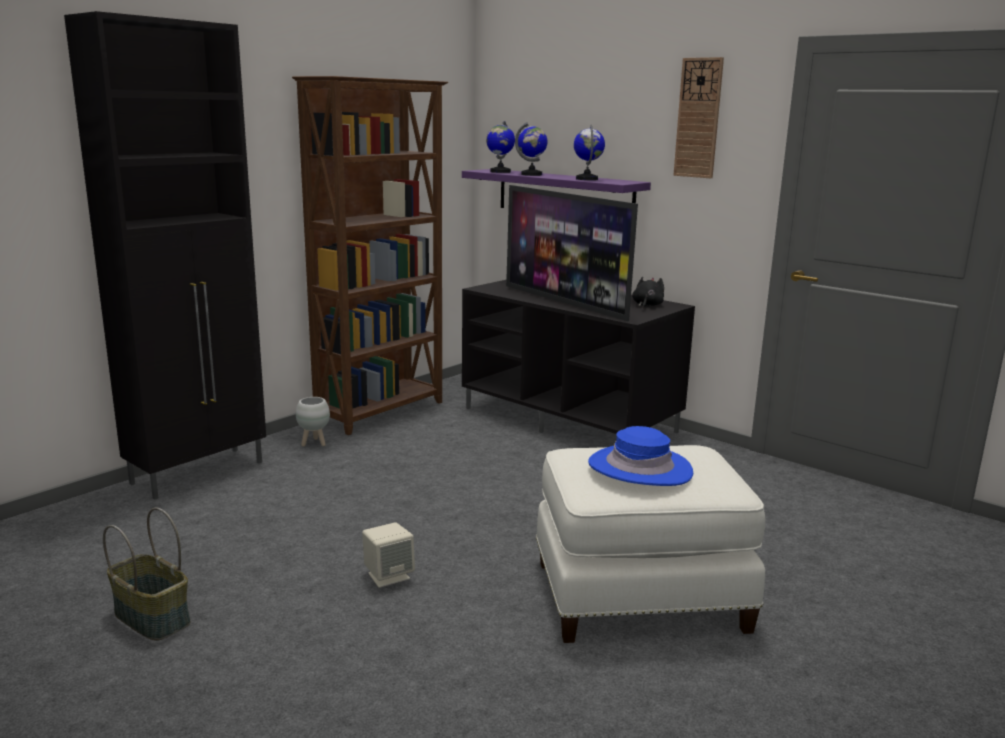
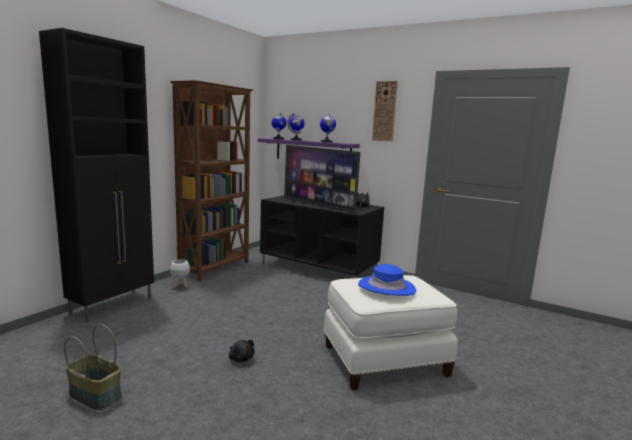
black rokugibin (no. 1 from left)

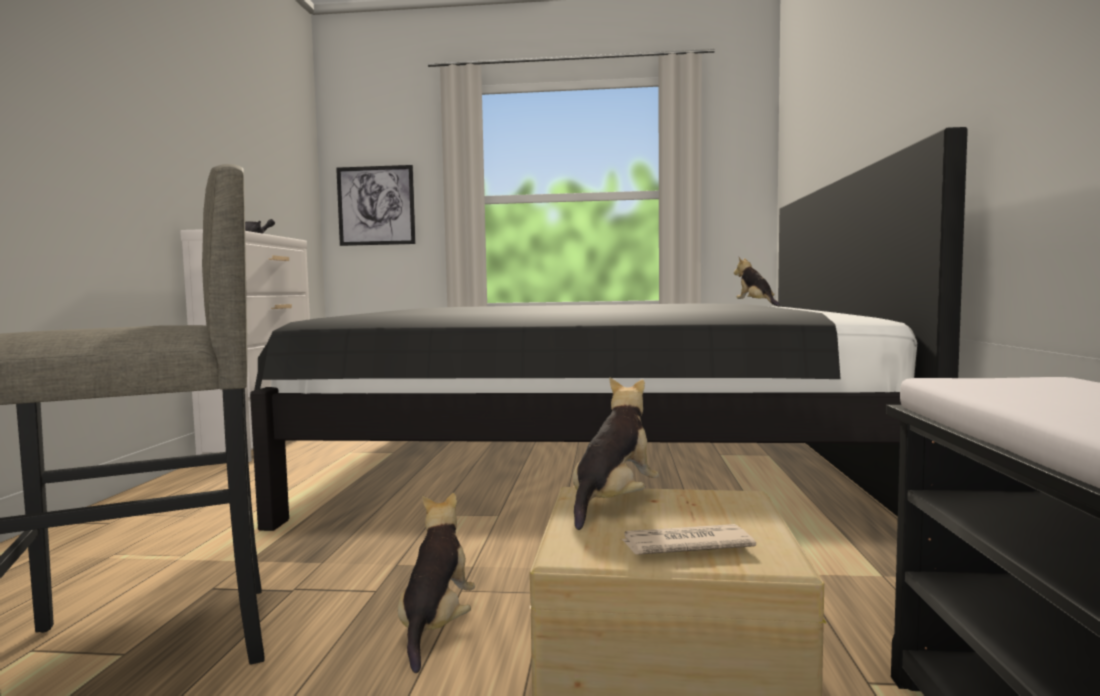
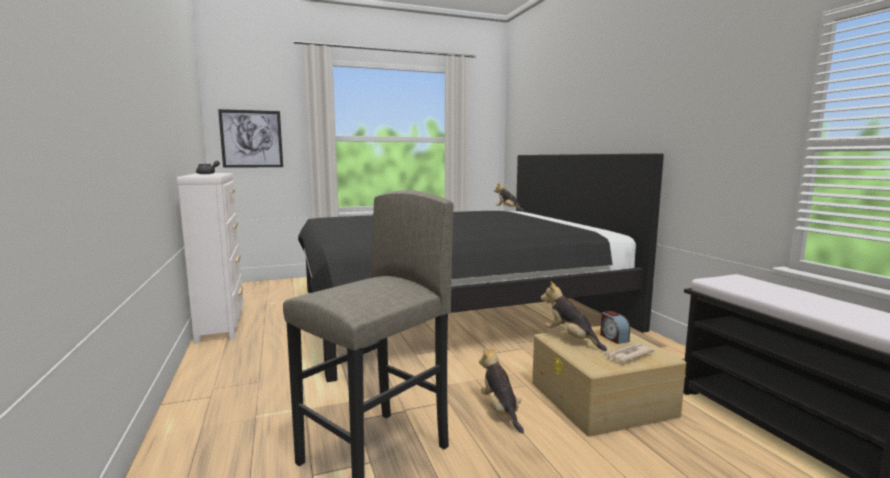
rokugibin (no. 3 from left); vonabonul

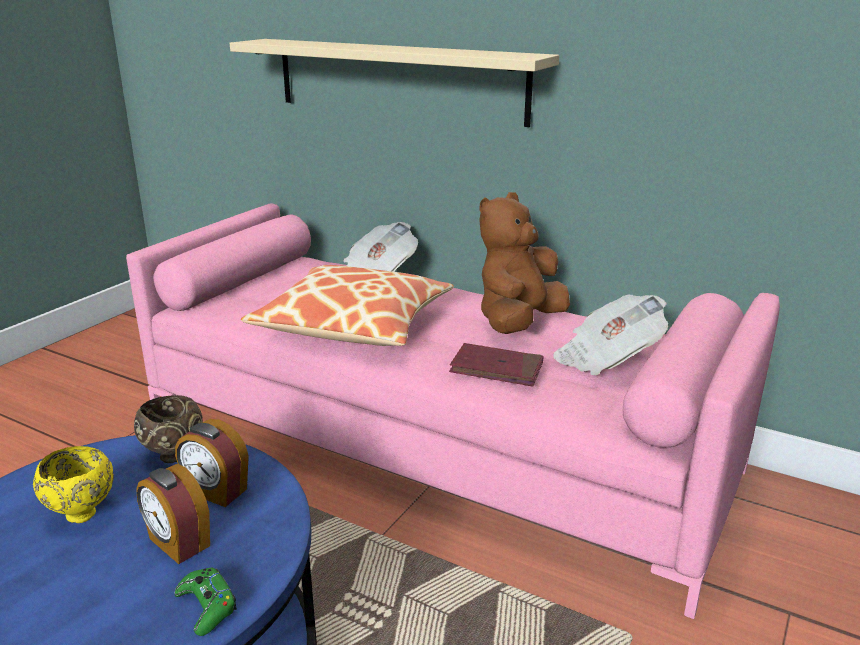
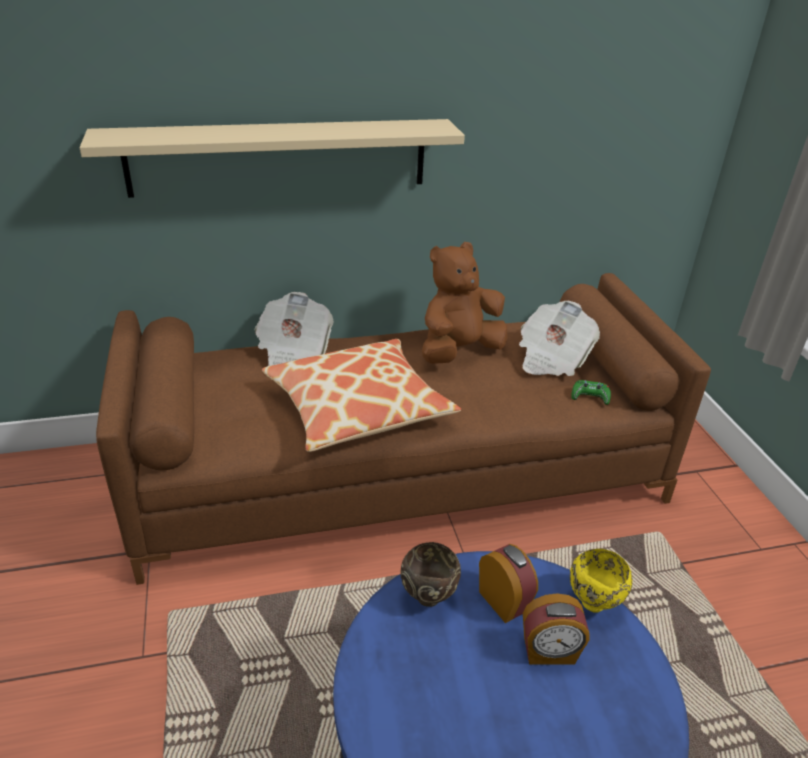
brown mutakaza; brown rokugibin; vonabonul (no. 1 from left); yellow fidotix; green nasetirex; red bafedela

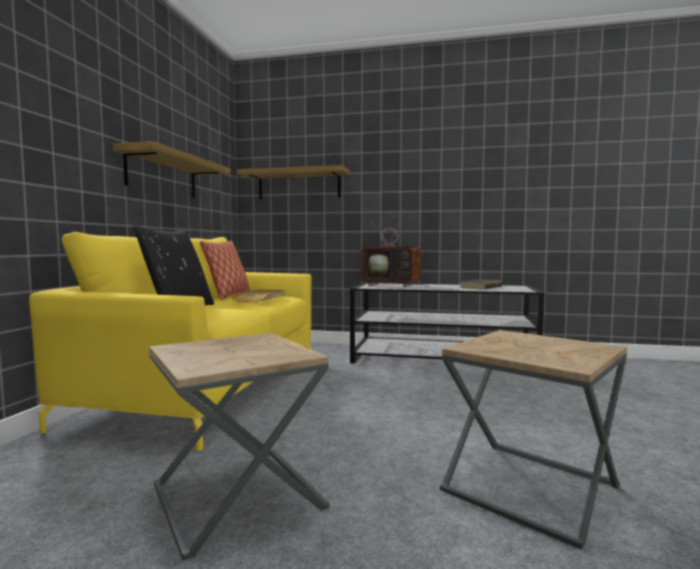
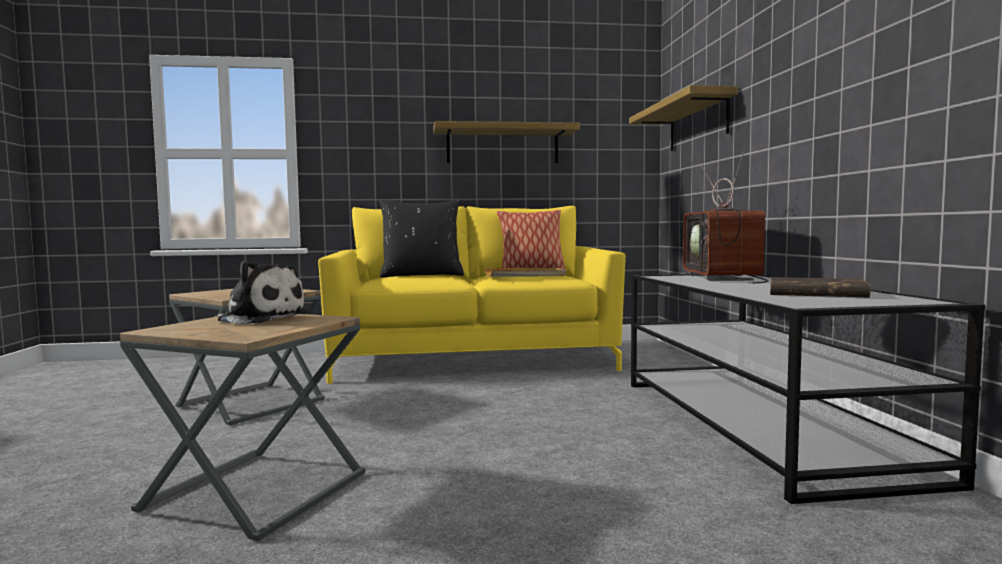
rokugibin

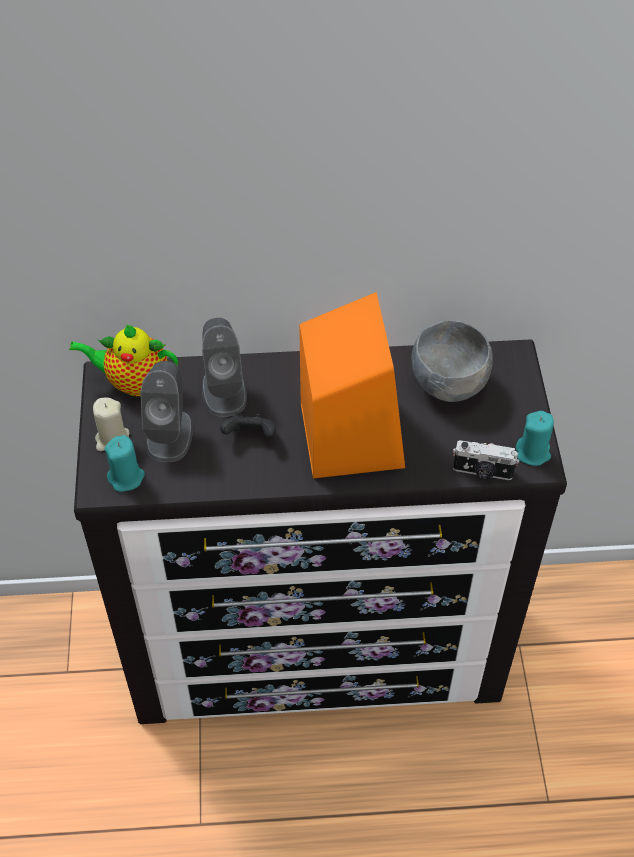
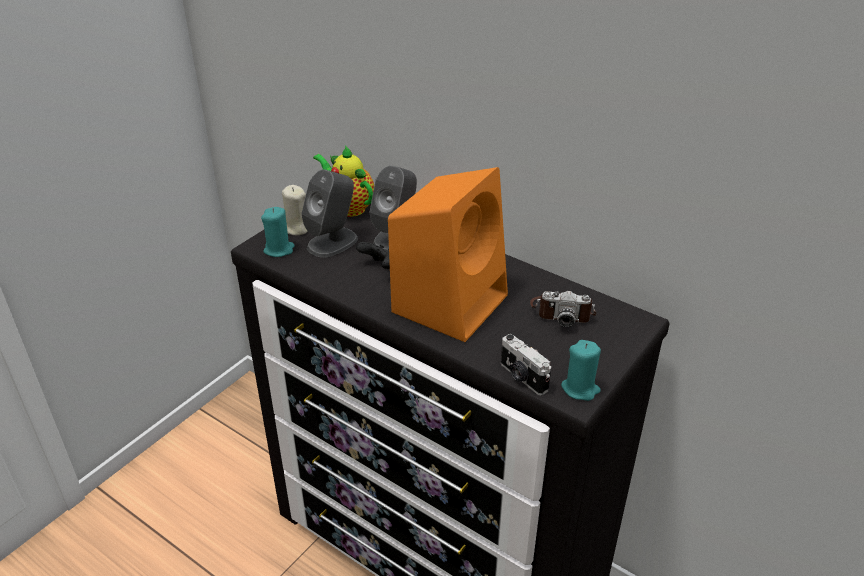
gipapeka (no. 2 from left)

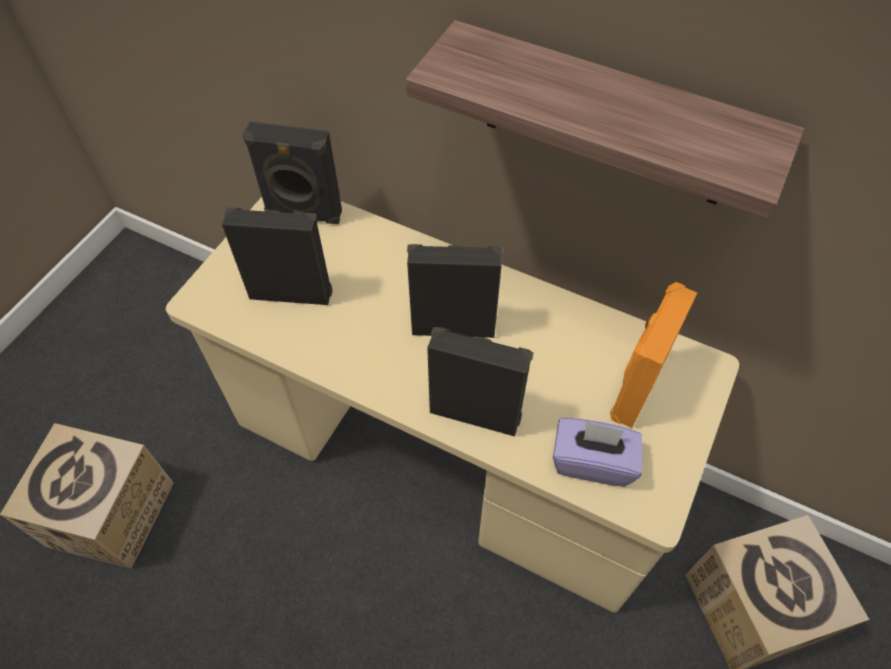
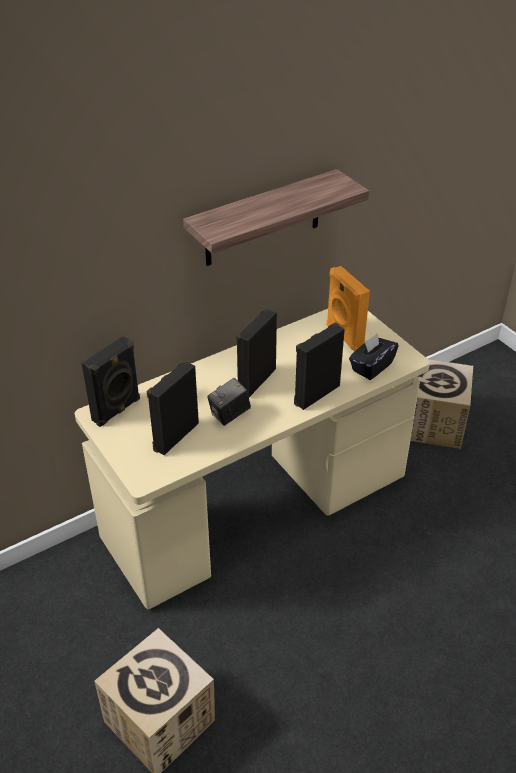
gipapeka; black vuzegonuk

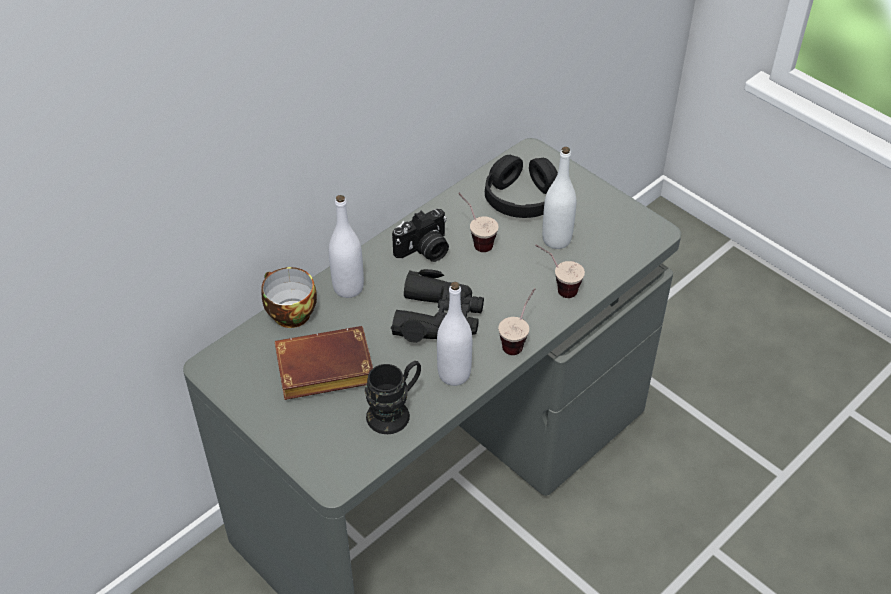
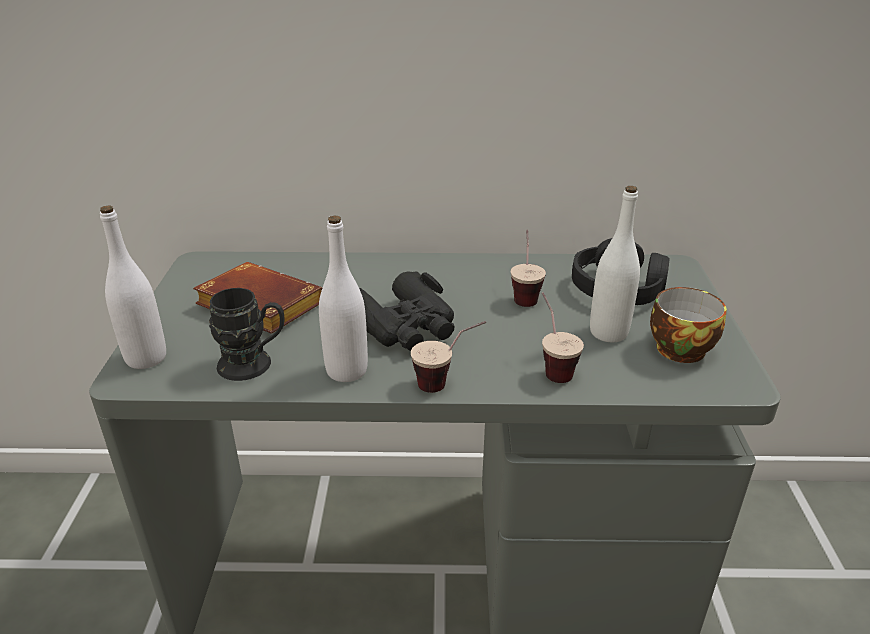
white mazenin (no. 1 from left); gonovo (no. 4 from left); gipapeka

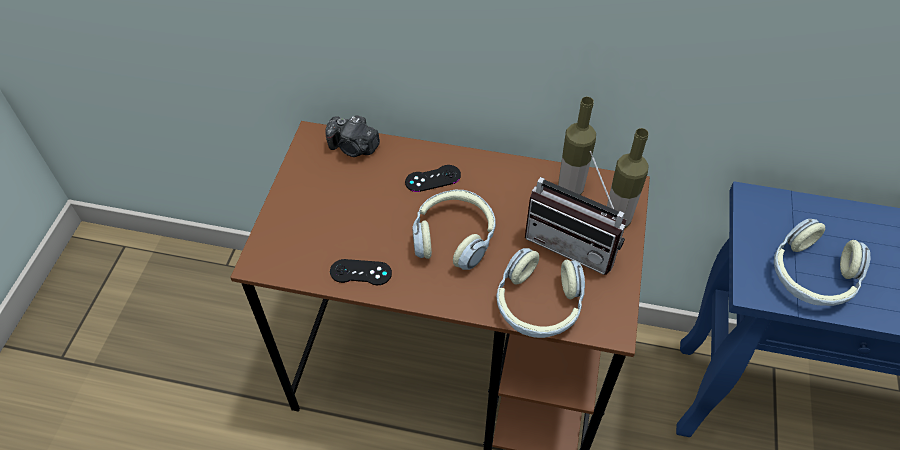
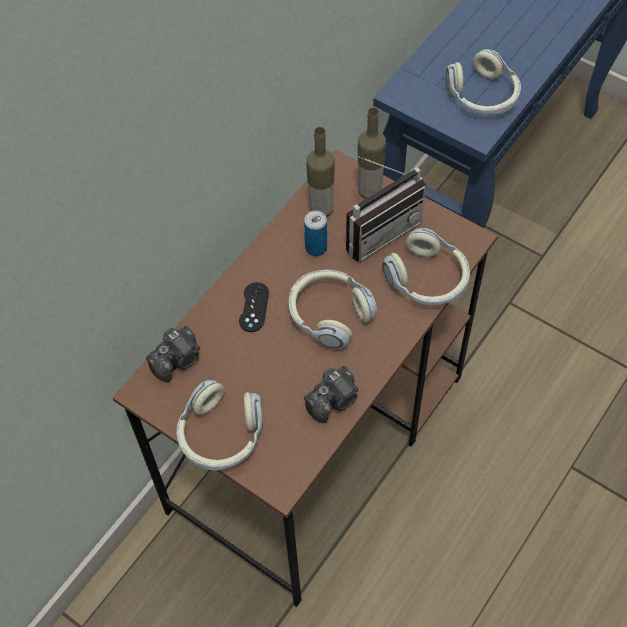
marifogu (no. 1 from left); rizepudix; gipapeka (no. 2 from left)

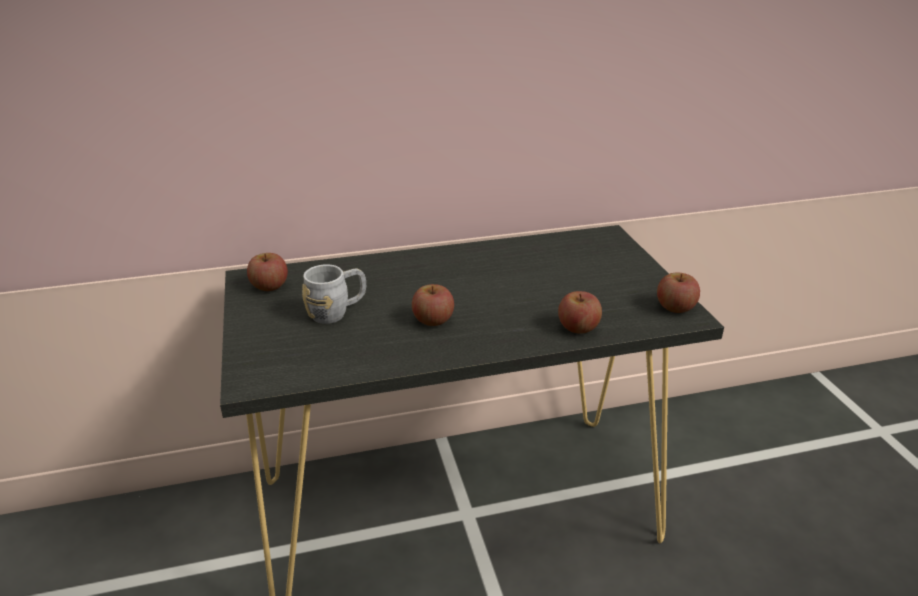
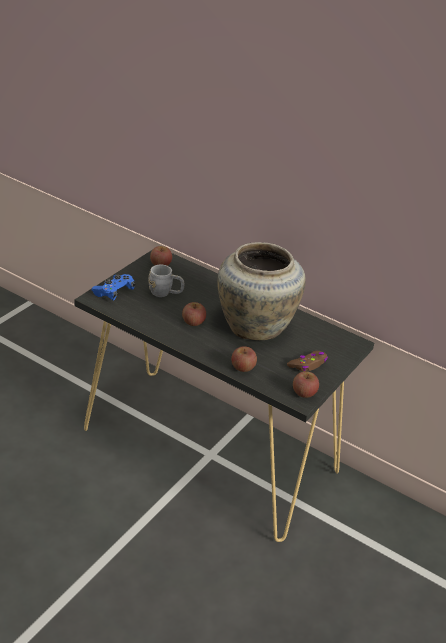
blue nasetirex; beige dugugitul; brown nasetirex

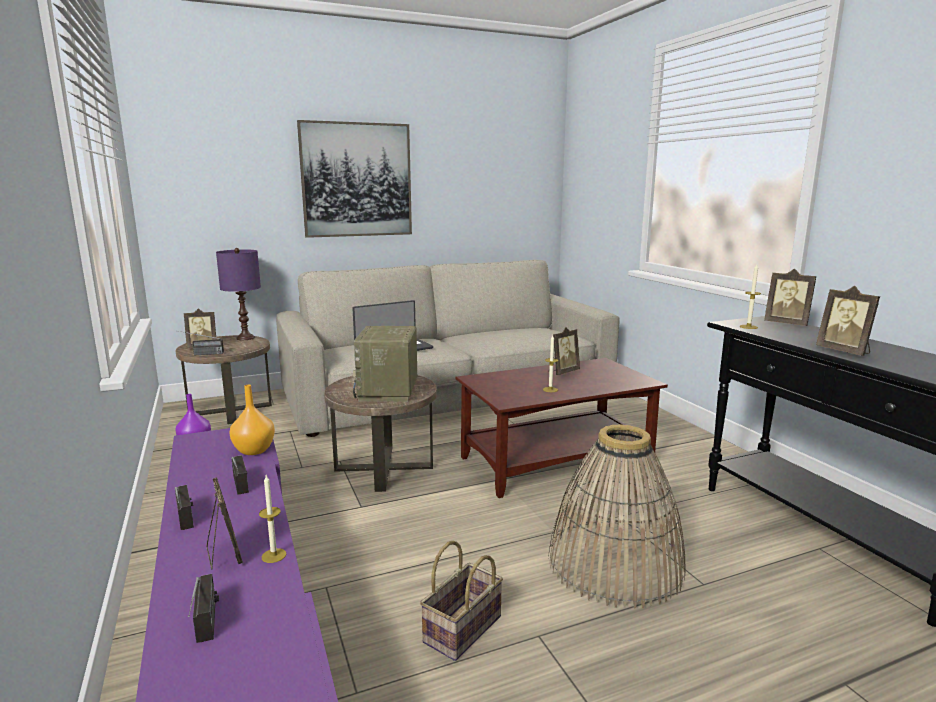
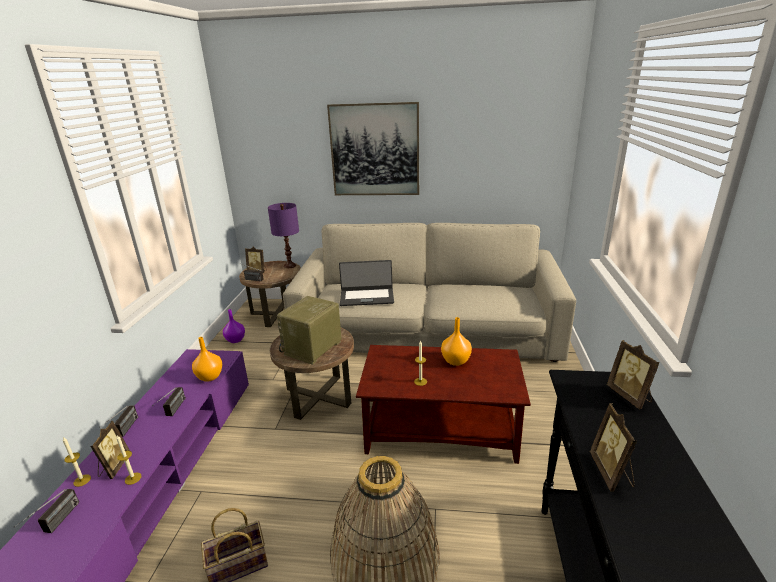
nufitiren (no. 1 from left); orange dugugitul (no. 2 from left)

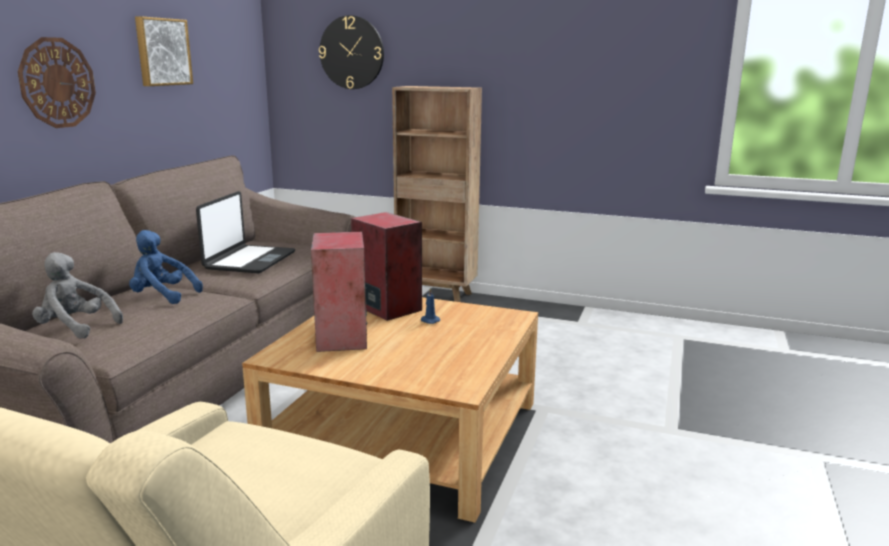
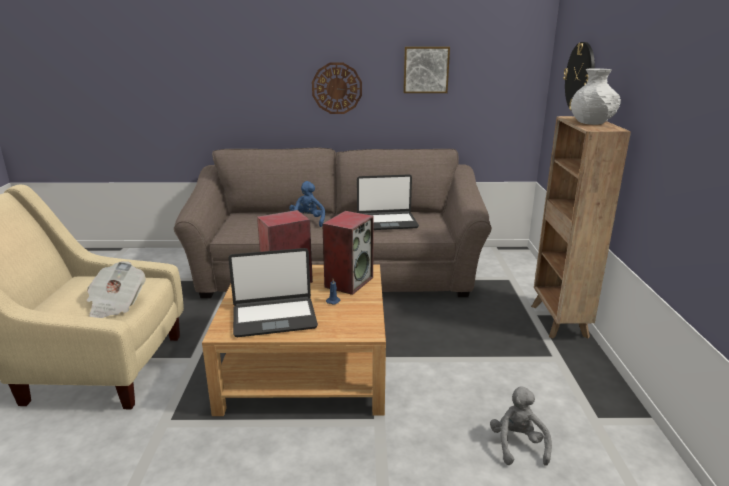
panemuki; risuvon (no. 1 from left); grey rokugibin; white dugugitul

